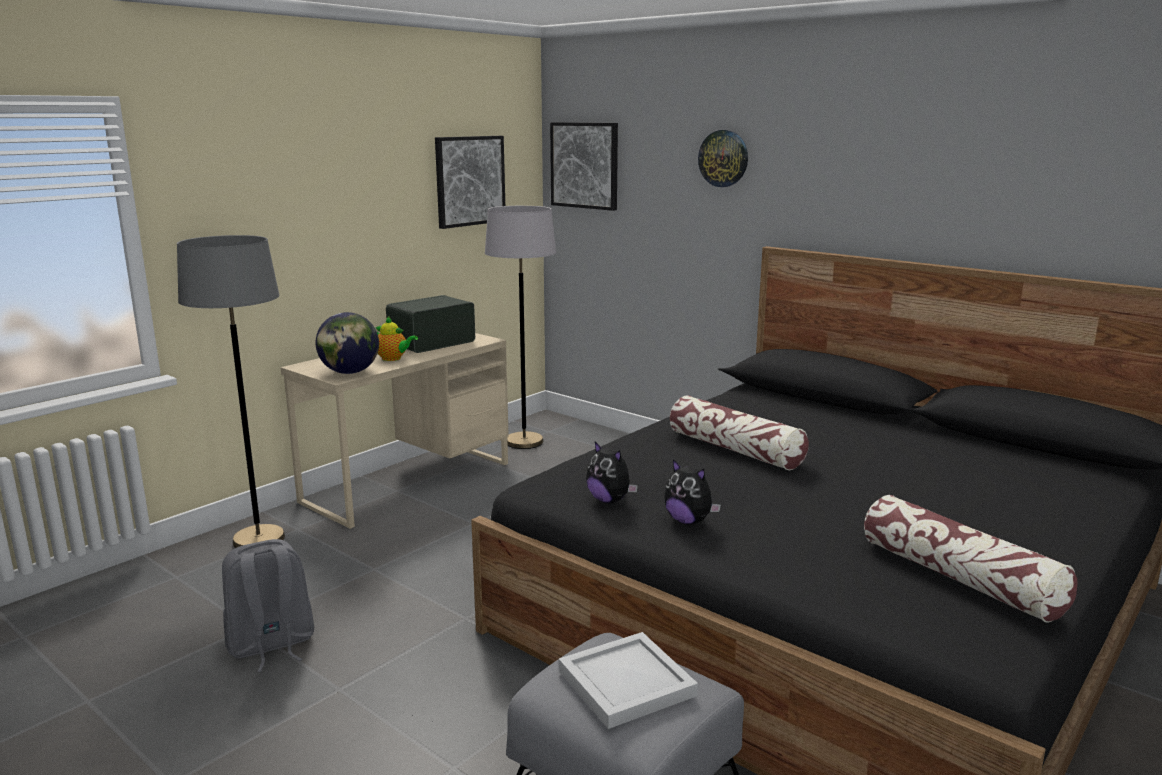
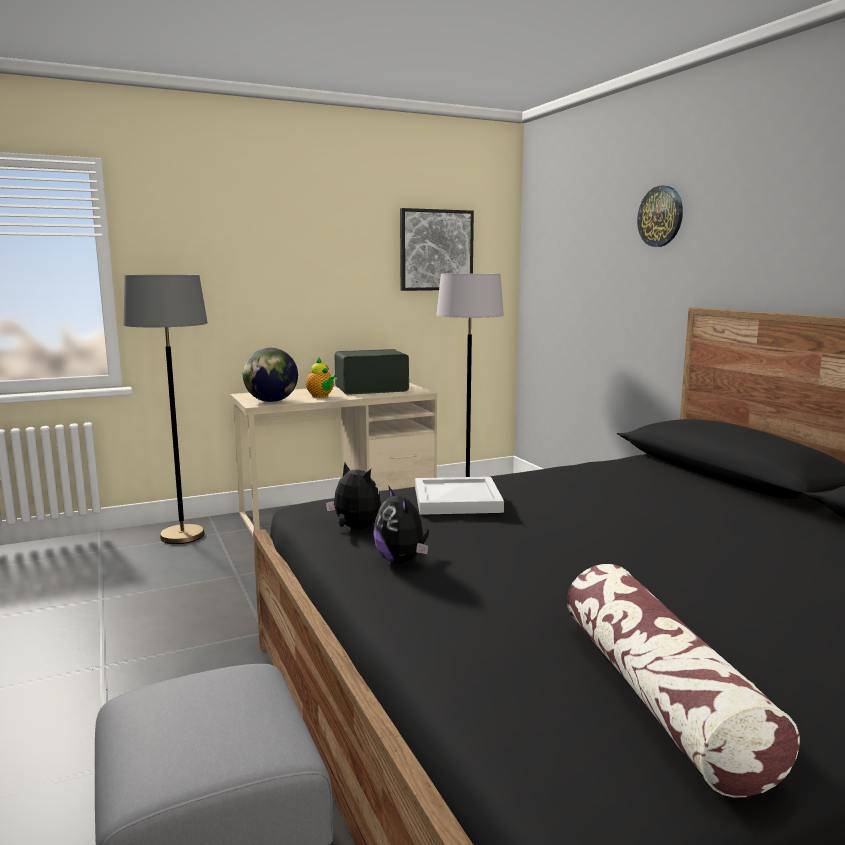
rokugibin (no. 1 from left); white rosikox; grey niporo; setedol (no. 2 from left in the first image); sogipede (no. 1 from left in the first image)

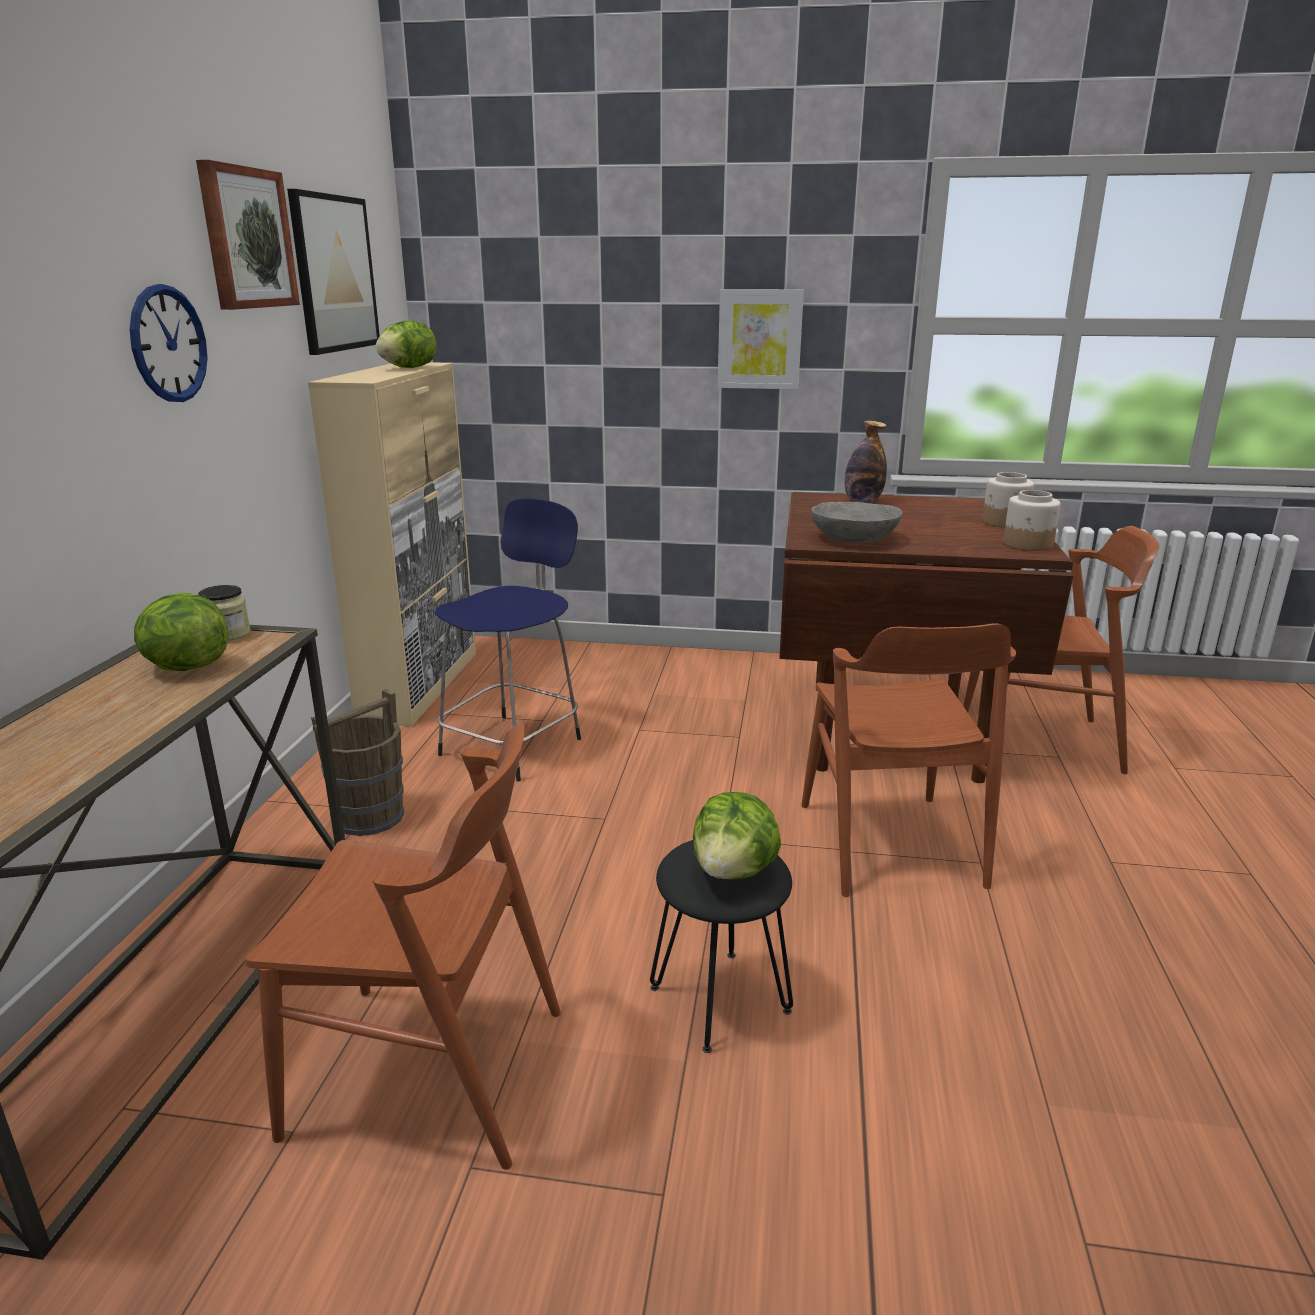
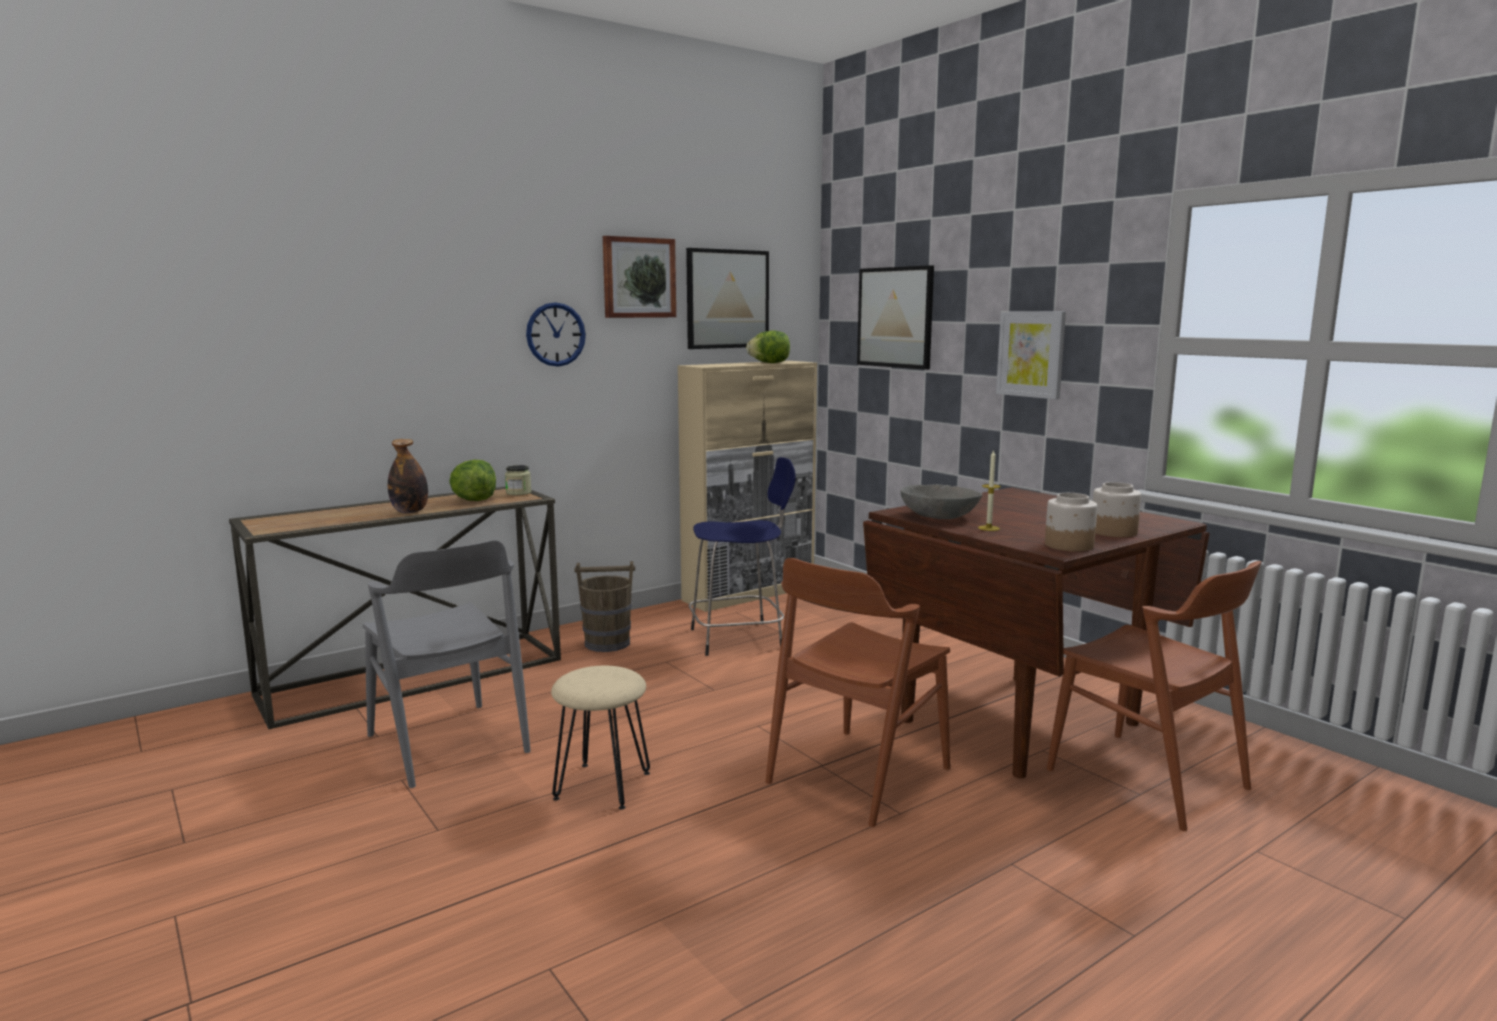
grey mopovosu; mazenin; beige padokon; setedol (no. 3 from left); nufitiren; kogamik (no. 3 from left in the first image)

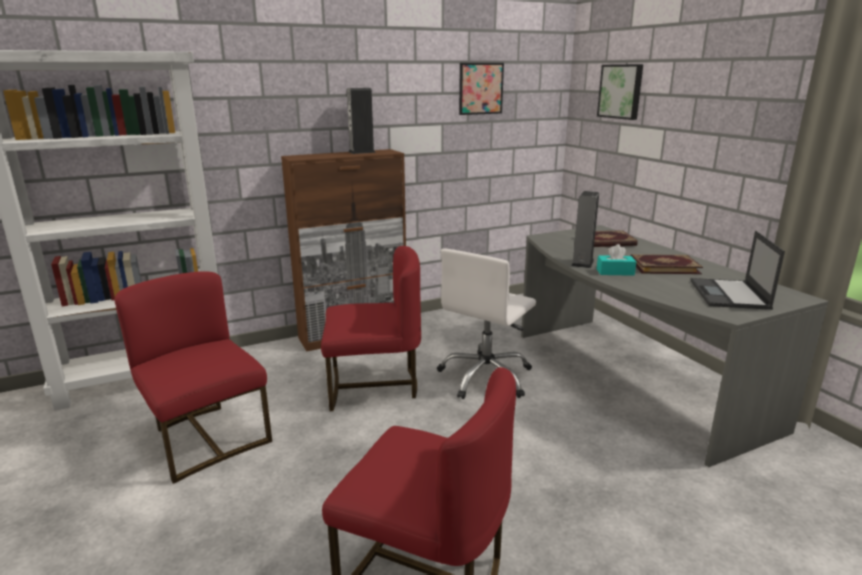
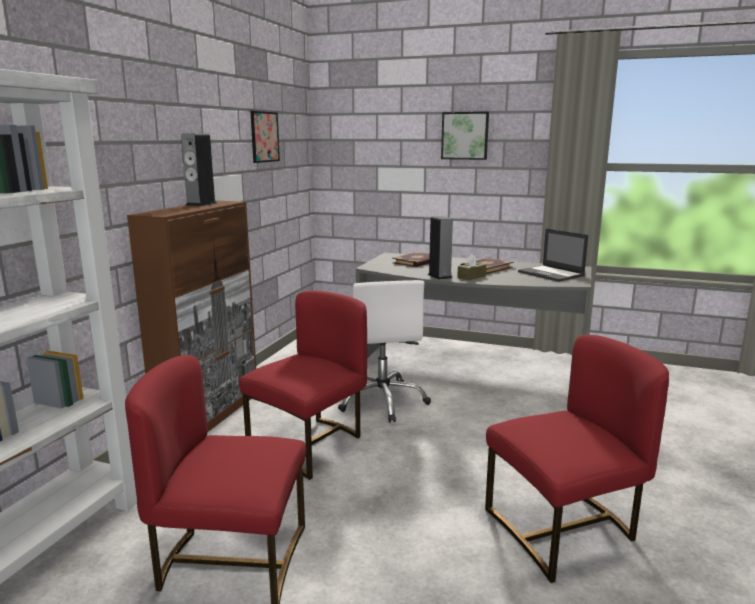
setedol (no. 2 from left); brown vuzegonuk

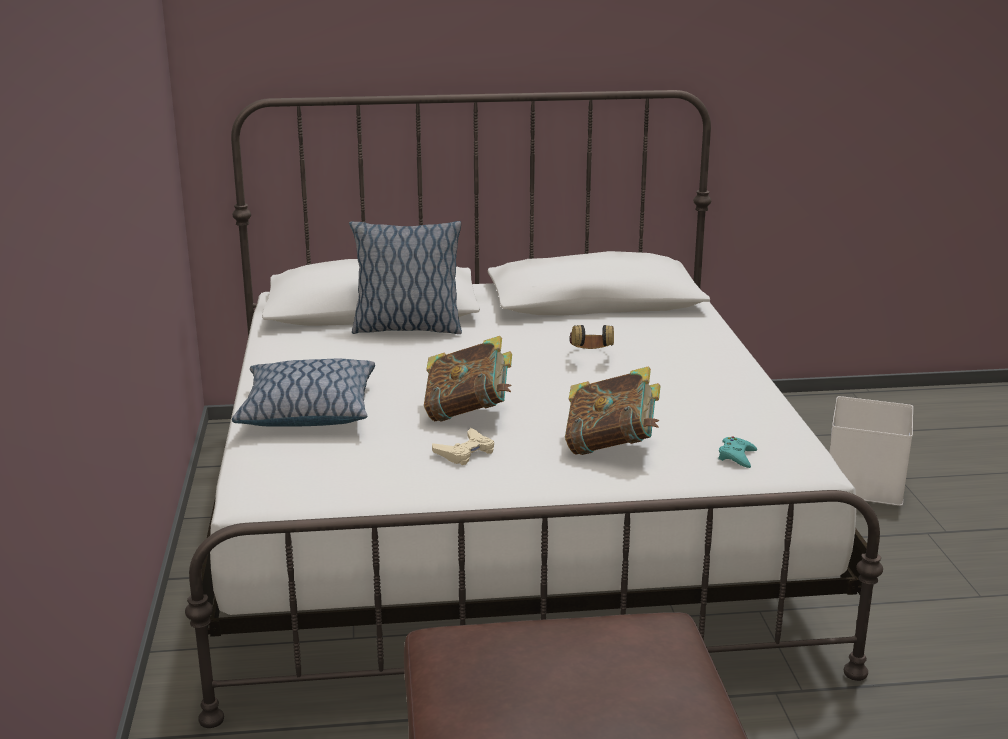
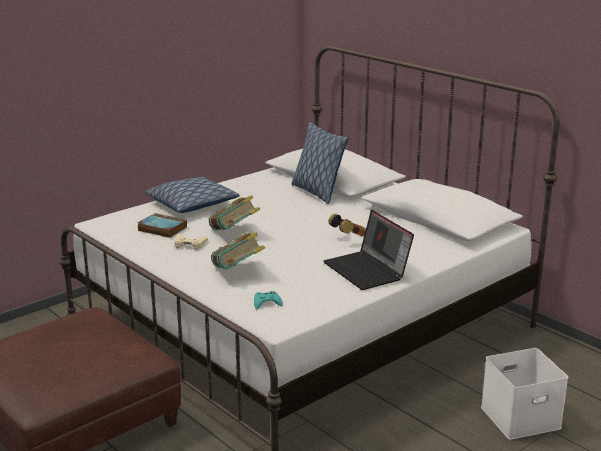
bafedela (no. 1 from left); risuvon

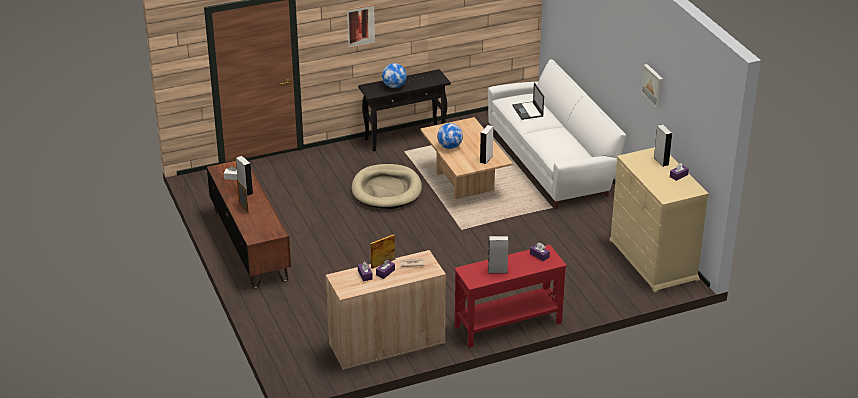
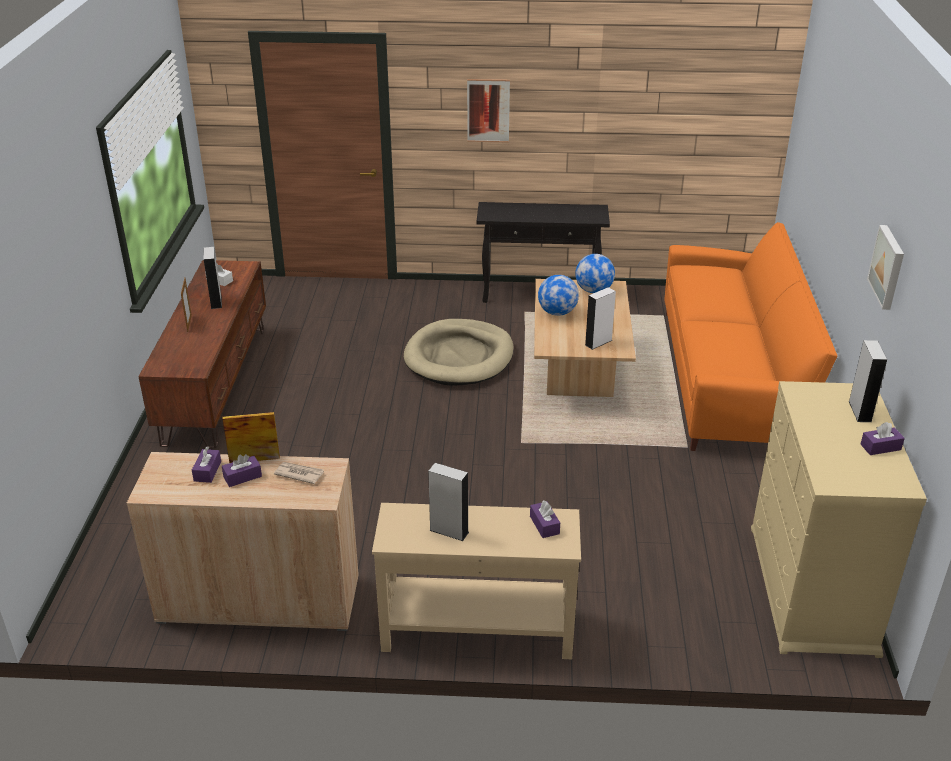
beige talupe; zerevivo (no. 2 from left); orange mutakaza; risuvon

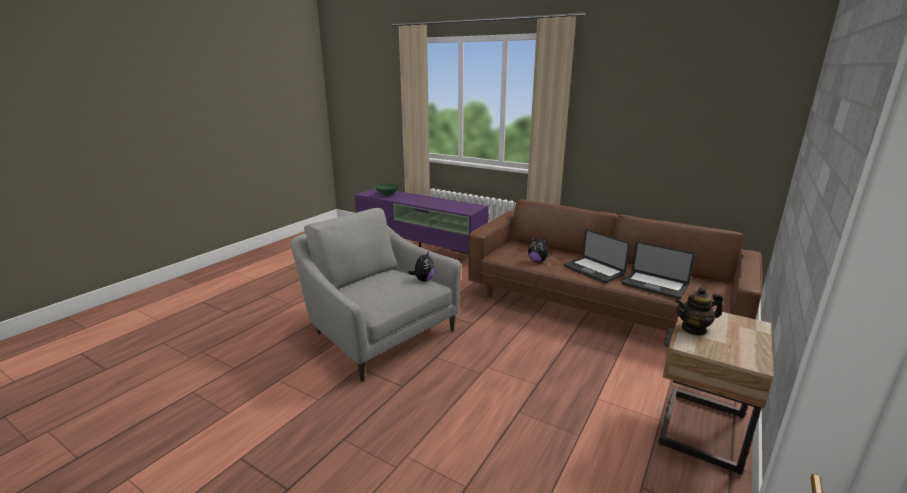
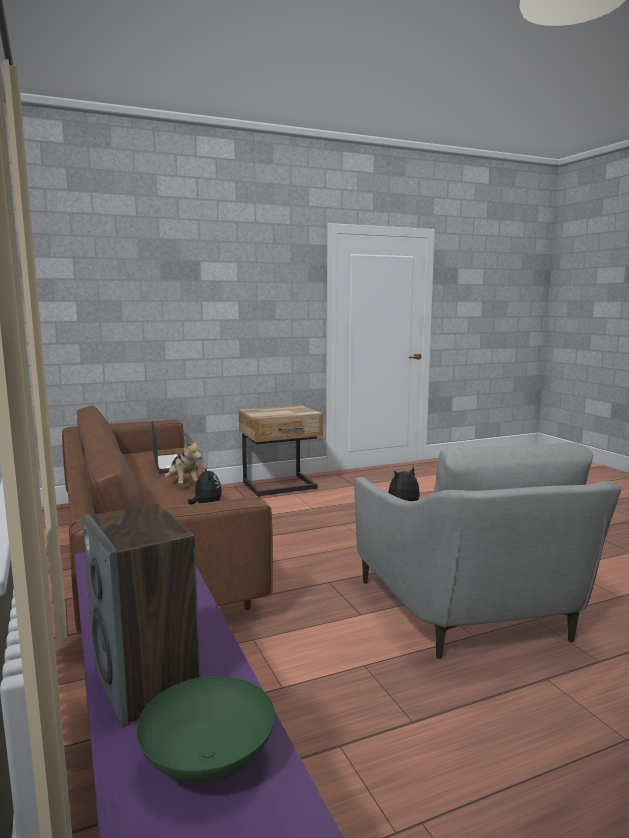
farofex; rokugibin (no. 1 from left); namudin

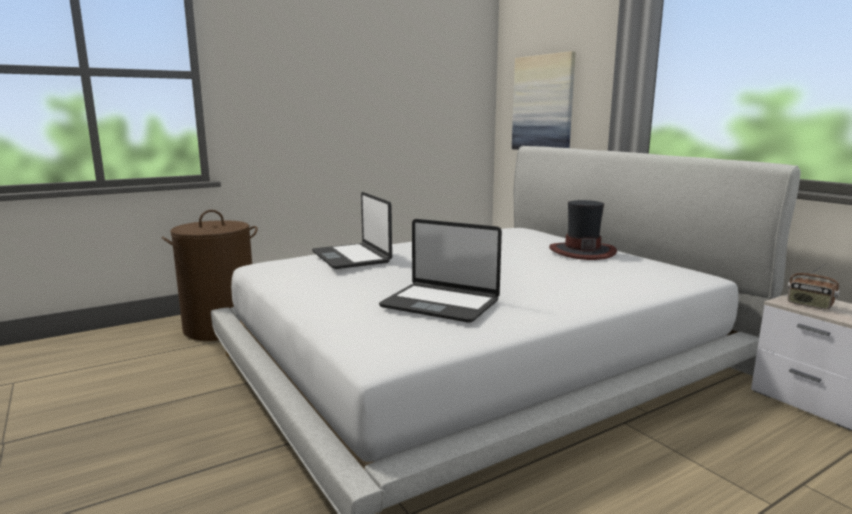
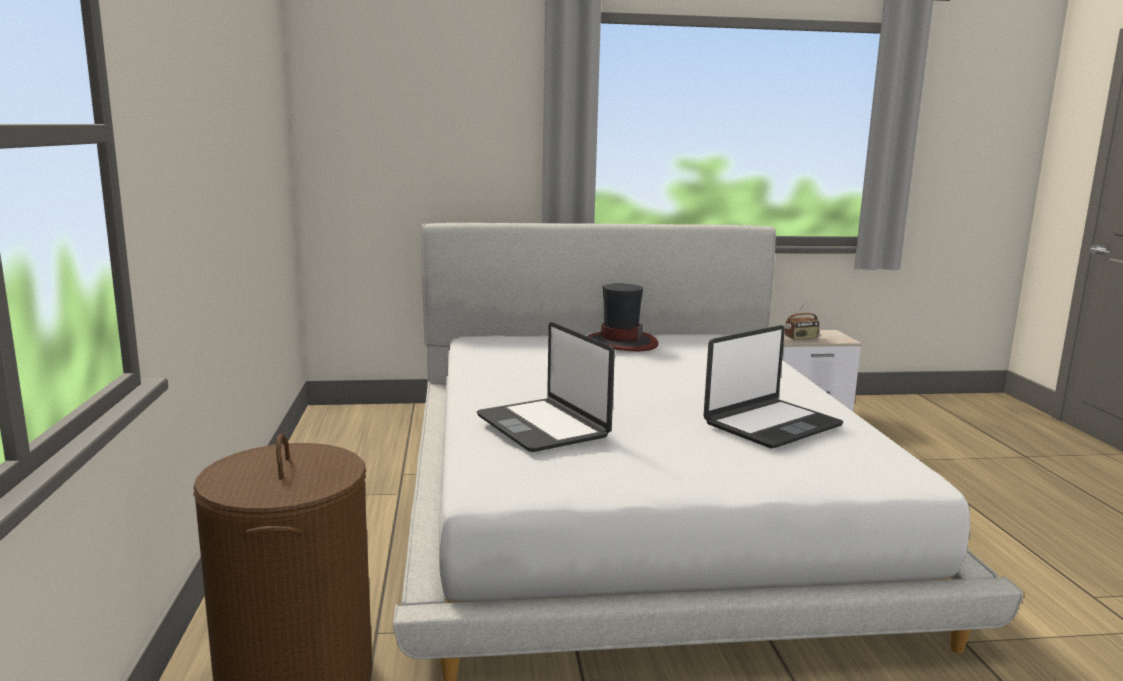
risuvon (no. 1 from left); setedol

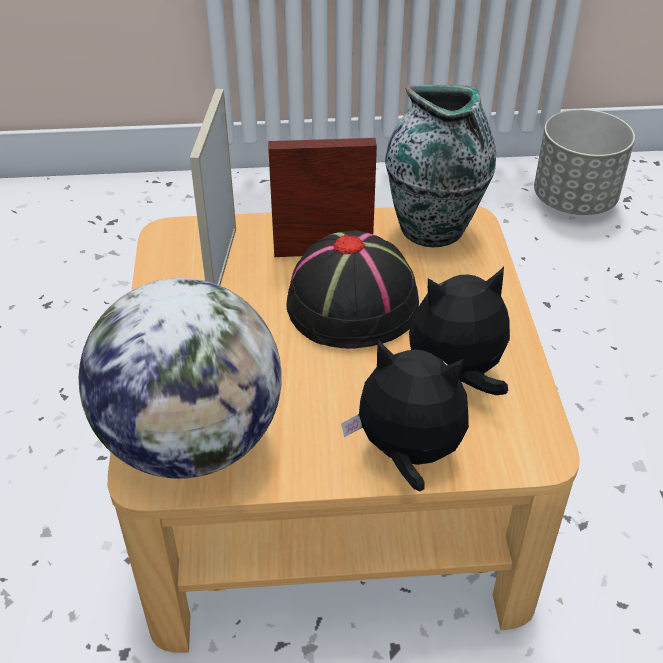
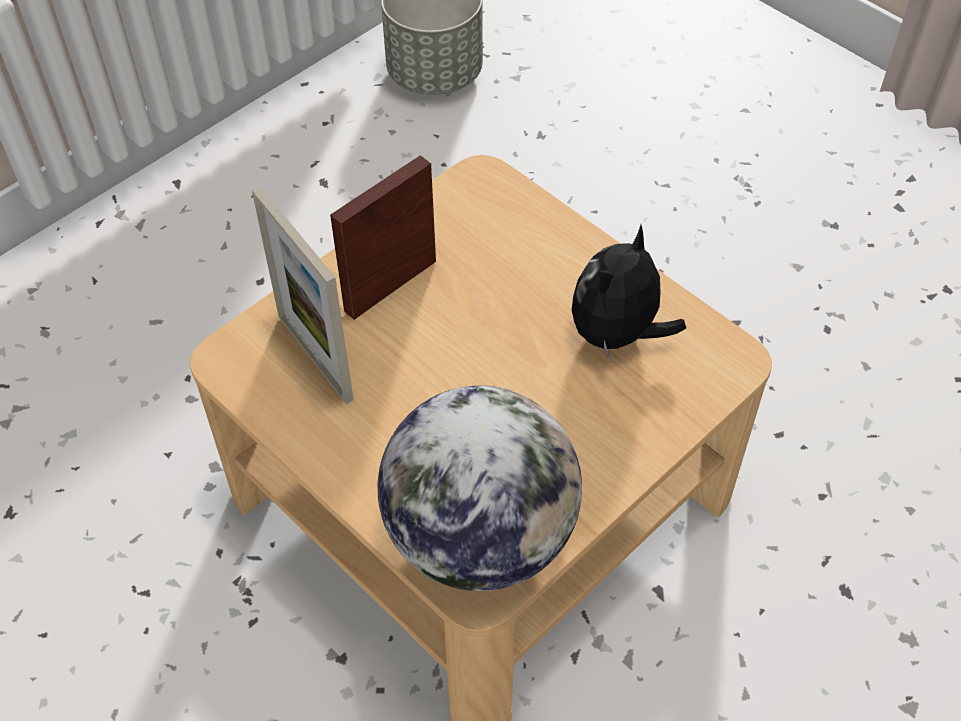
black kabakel; rokugibin (no. 1 from left in the first image); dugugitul

